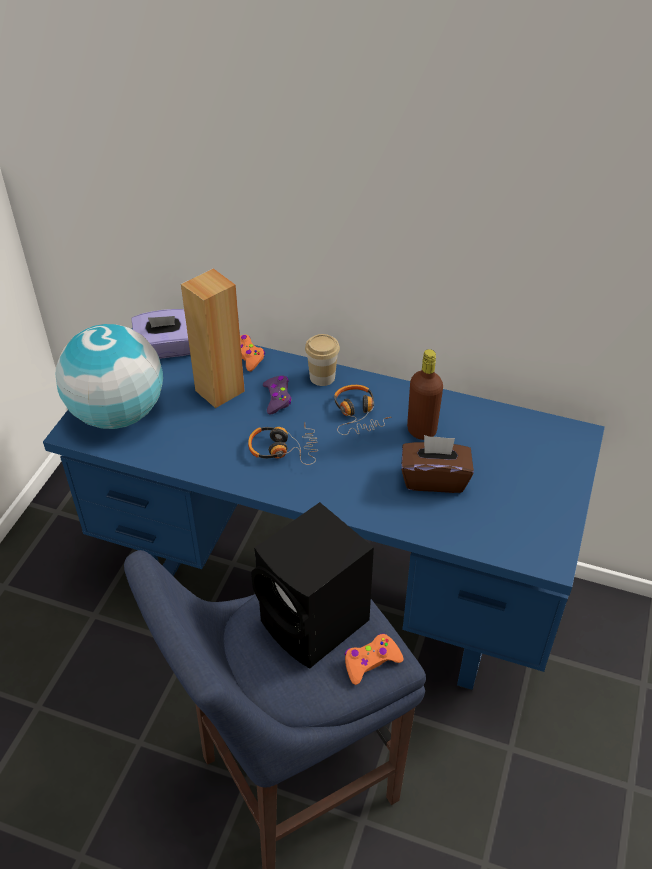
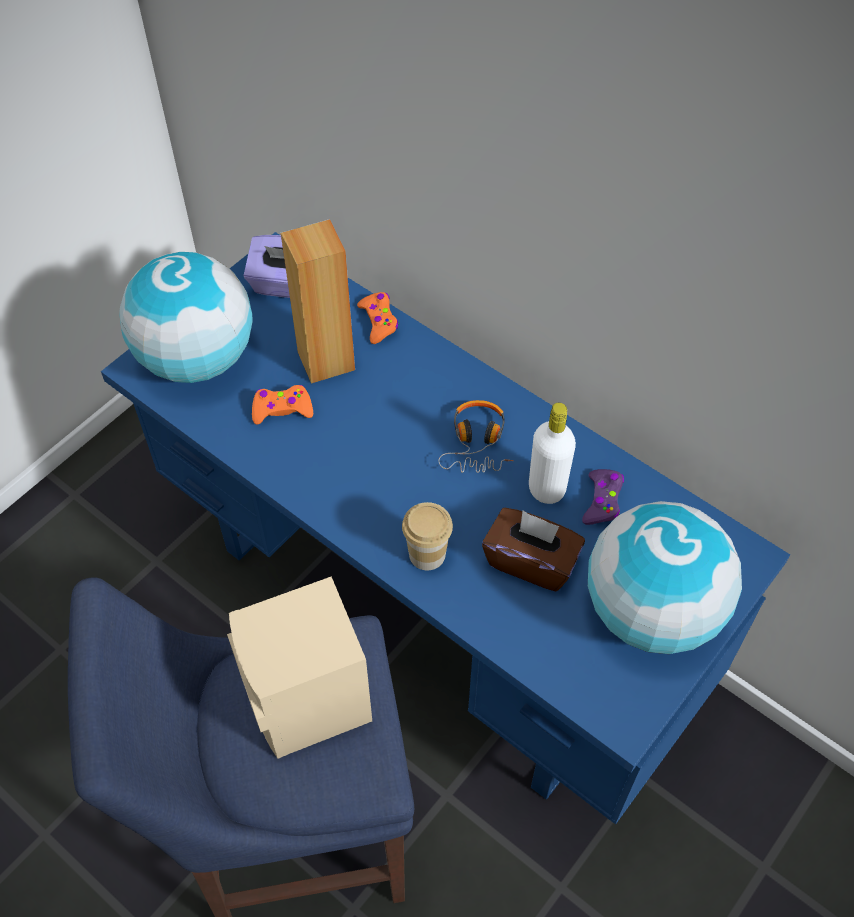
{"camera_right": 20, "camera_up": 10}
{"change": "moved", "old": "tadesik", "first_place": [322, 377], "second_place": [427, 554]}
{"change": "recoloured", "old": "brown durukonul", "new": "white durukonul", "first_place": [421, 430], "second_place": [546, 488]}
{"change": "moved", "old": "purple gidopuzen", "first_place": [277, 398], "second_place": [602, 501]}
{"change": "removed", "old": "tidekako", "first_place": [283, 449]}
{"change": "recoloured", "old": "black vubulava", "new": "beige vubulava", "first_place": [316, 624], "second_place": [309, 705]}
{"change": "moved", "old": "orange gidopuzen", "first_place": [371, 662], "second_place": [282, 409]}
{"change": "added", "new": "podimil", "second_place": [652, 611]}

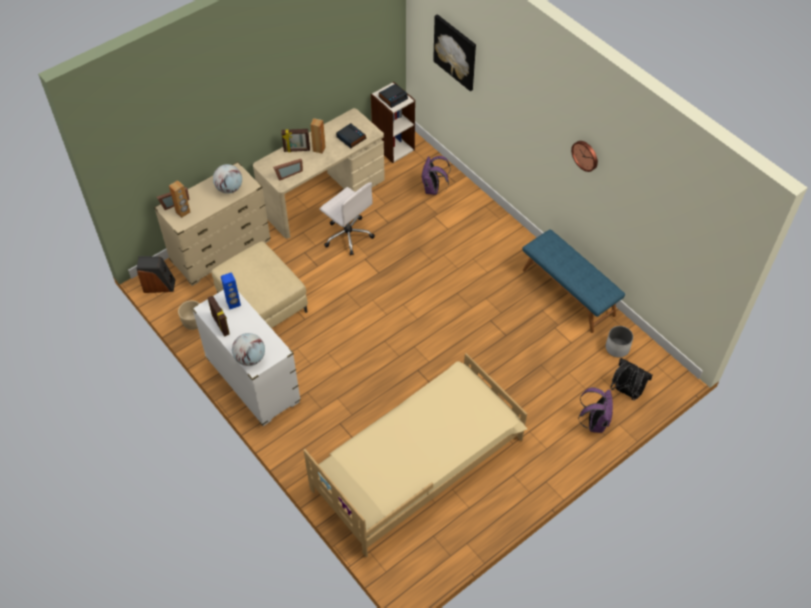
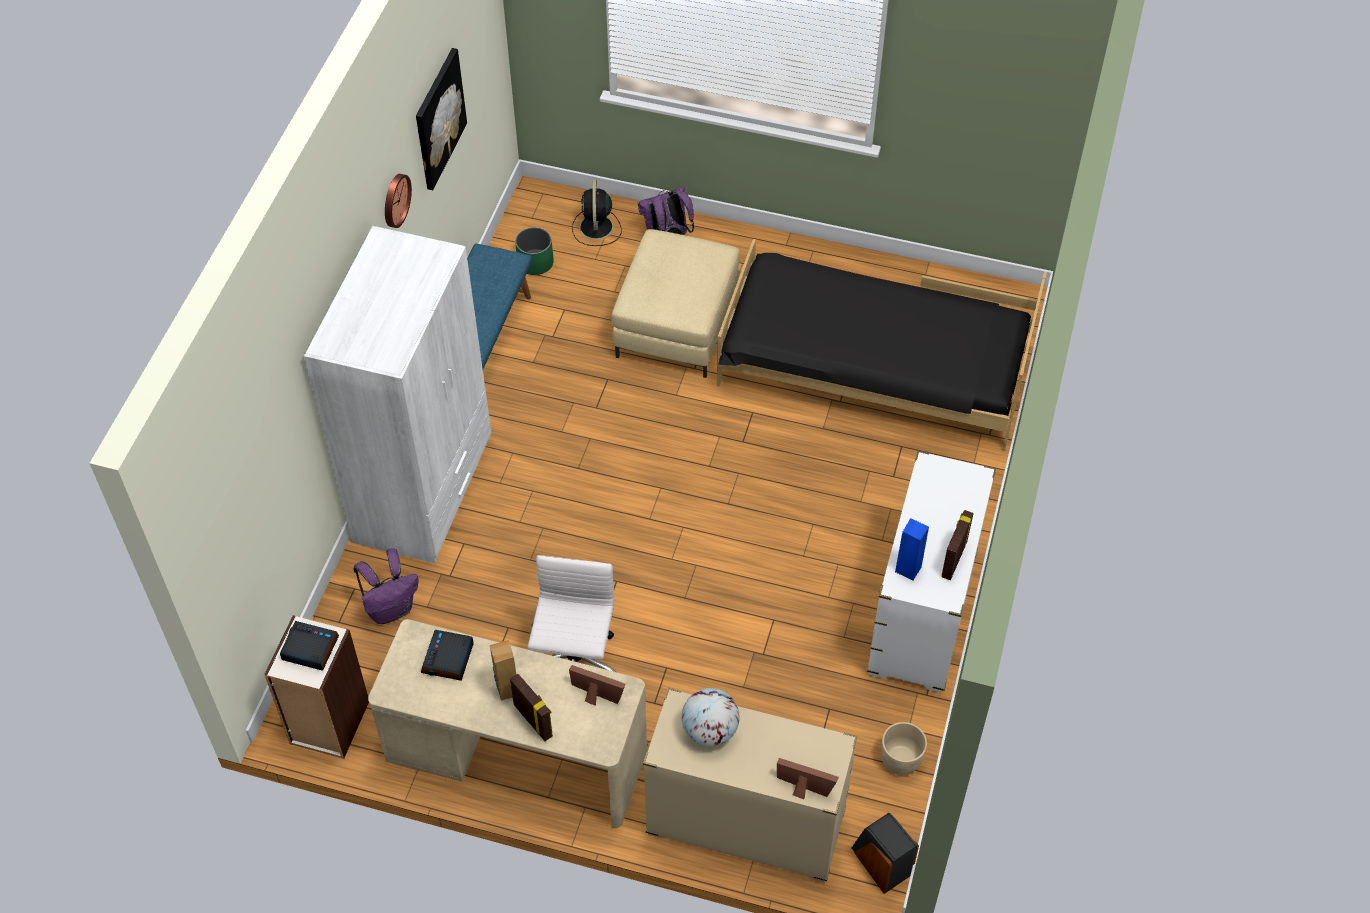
{"camera_right": -125, "camera_up": 0}
{"change": "moved", "old": "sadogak", "first_place": [455, 52], "second_place": [438, 118]}
{"change": "removed", "old": "brown vubulava", "first_place": [183, 212]}
{"change": "moved", "old": "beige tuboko", "first_place": [262, 304], "second_place": [677, 325]}
{"change": "recoloured", "old": "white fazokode", "new": "green fazokode", "first_place": [617, 348], "second_place": [535, 262]}
{"change": "removed", "old": "podimil", "first_place": [250, 358]}
{"change": "recoloured", "old": "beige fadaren", "new": "black fadaren", "first_place": [417, 462], "second_place": [871, 368]}
{"change": "replaced", "old": "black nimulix", "new": "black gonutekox", "first_place": [626, 391], "second_place": [596, 228]}
{"change": "added", "new": "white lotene", "second_place": [425, 489]}

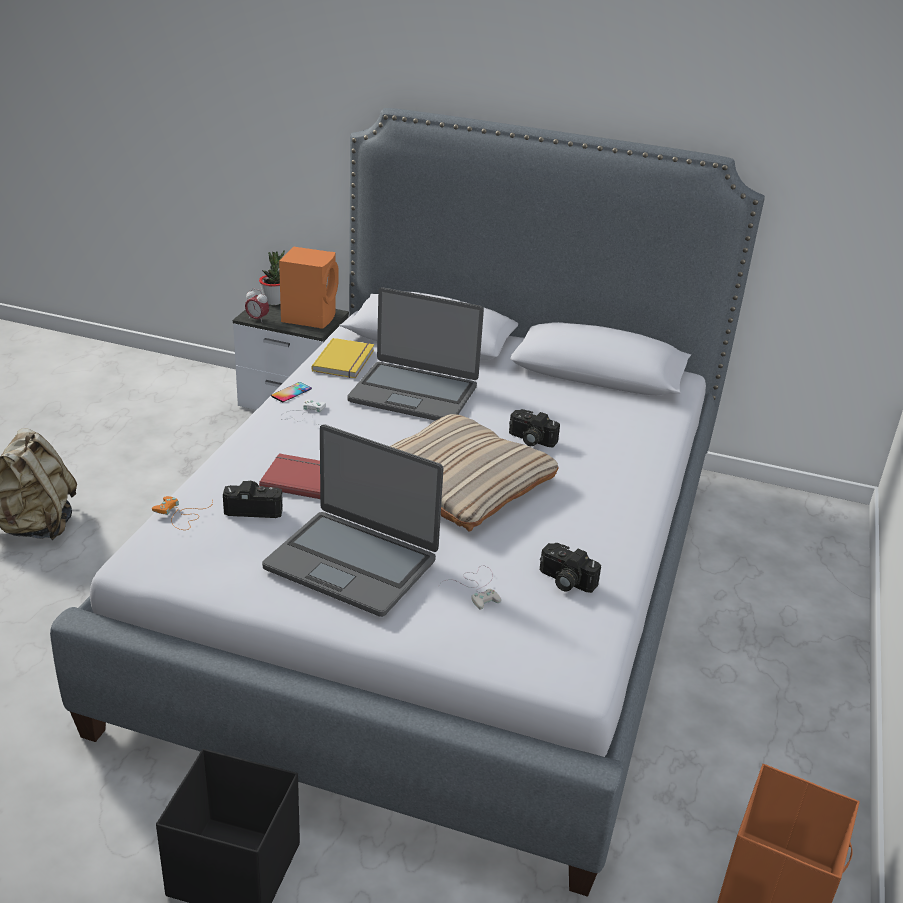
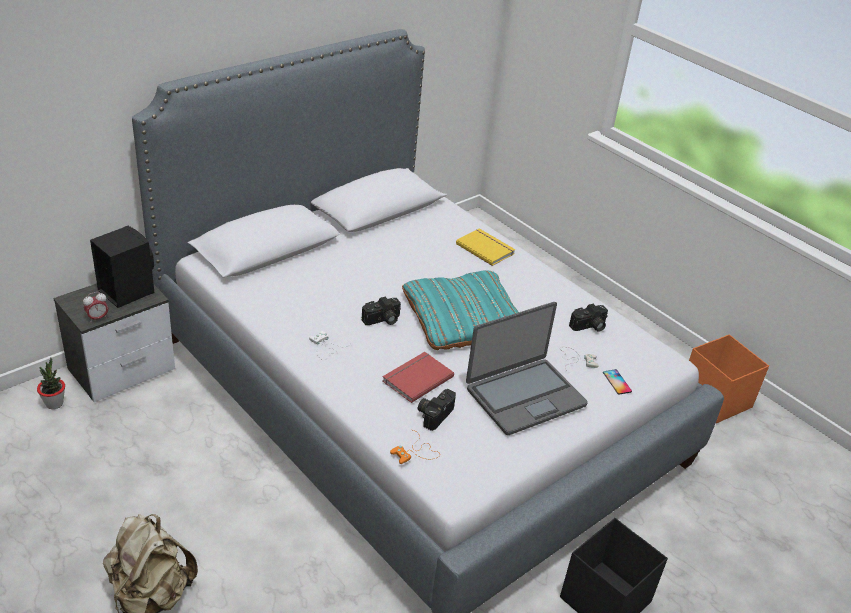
{"camera_right": -60, "camera_up": 5}
{"change": "recoloured", "old": "orange vubulava", "new": "black vubulava", "first_place": [310, 317], "second_place": [126, 290]}
{"change": "moved", "old": "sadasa", "first_place": [273, 301], "second_place": [54, 403]}
{"change": "removed", "old": "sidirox", "first_place": [414, 393]}
{"change": "moved", "old": "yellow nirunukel", "first_place": [345, 361], "second_place": [486, 248]}
{"change": "moved", "old": "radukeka", "first_place": [291, 392], "second_place": [617, 382]}
{"change": "moved", "old": "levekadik", "first_place": [530, 440], "second_place": [382, 320]}
{"change": "recoloured", "old": "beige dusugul", "new": "turquoise dusugul", "first_place": [460, 481], "second_place": [463, 317]}

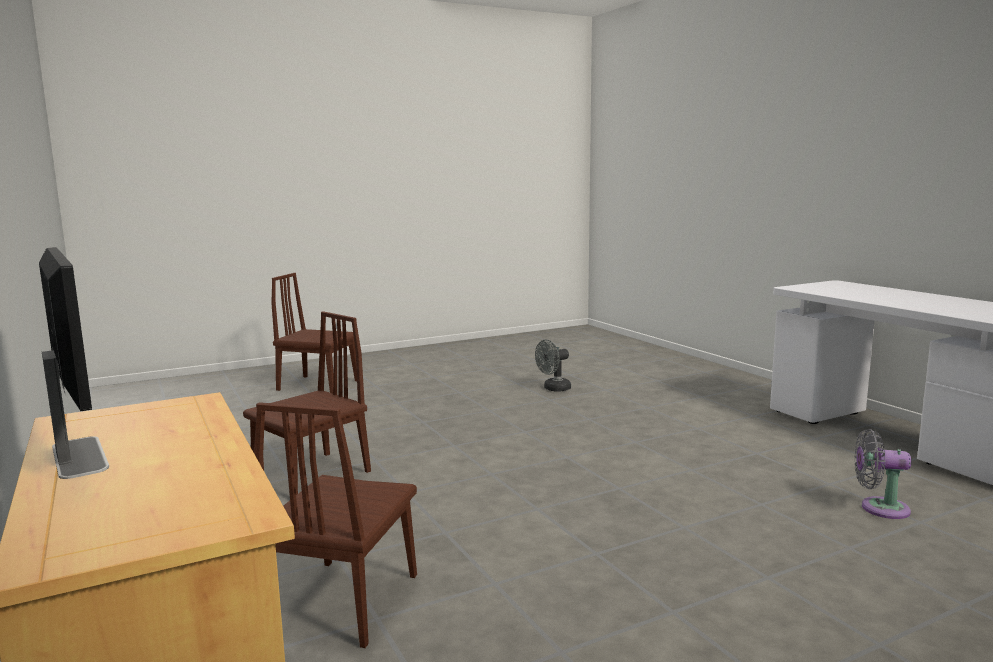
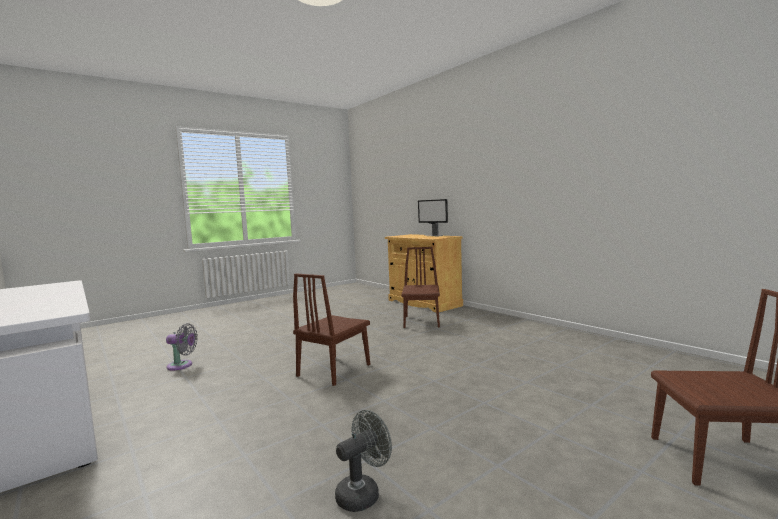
{"camera_right": 170, "camera_up": -5}
{"change": "moved", "old": "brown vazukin", "first_place": [311, 475], "second_place": [334, 370]}

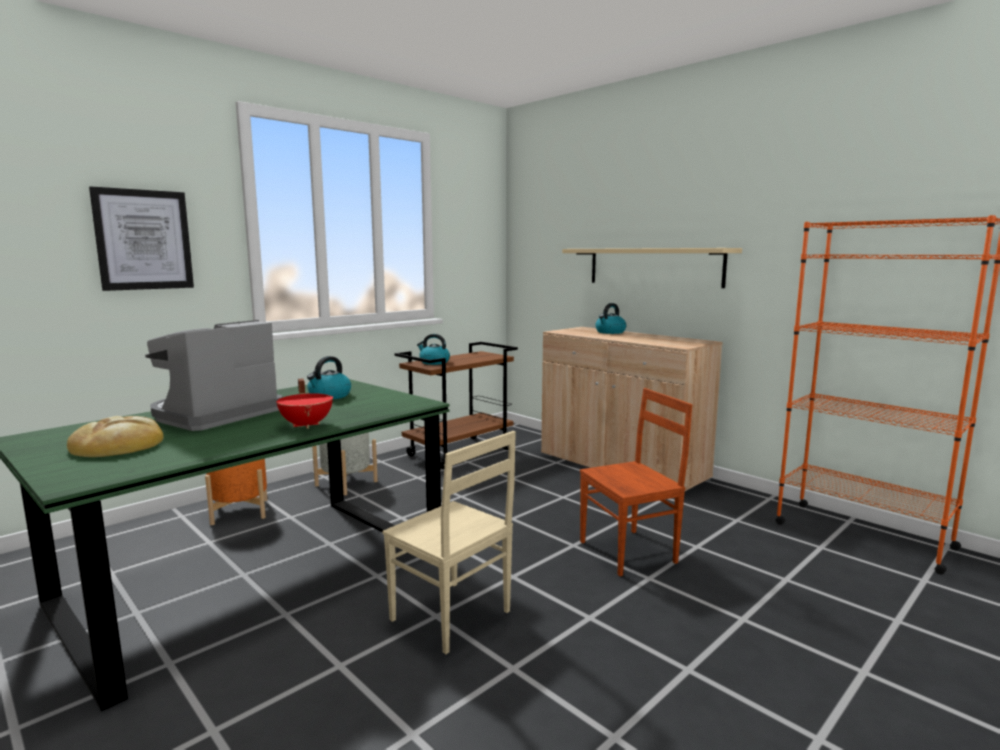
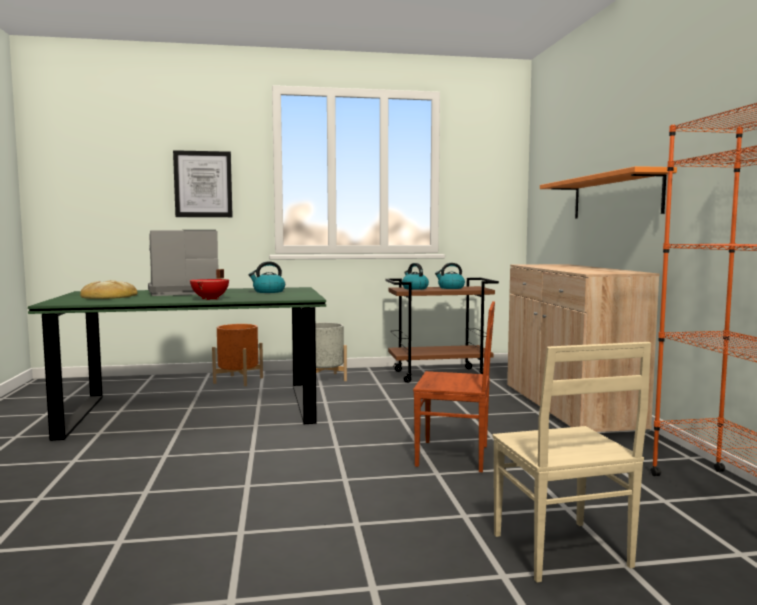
{"camera_right": 35, "camera_up": -5}
{"change": "recoloured", "old": "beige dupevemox", "new": "orange dupevemox", "first_place": [653, 267], "second_place": [615, 197]}
{"change": "moved", "old": "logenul", "first_place": [610, 332], "second_place": [450, 288]}
{"change": "moved", "old": "beige vazukin", "first_place": [450, 617], "second_place": [560, 552]}

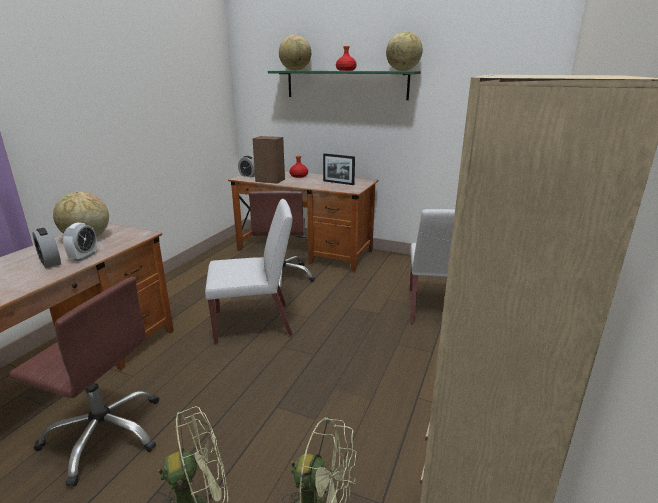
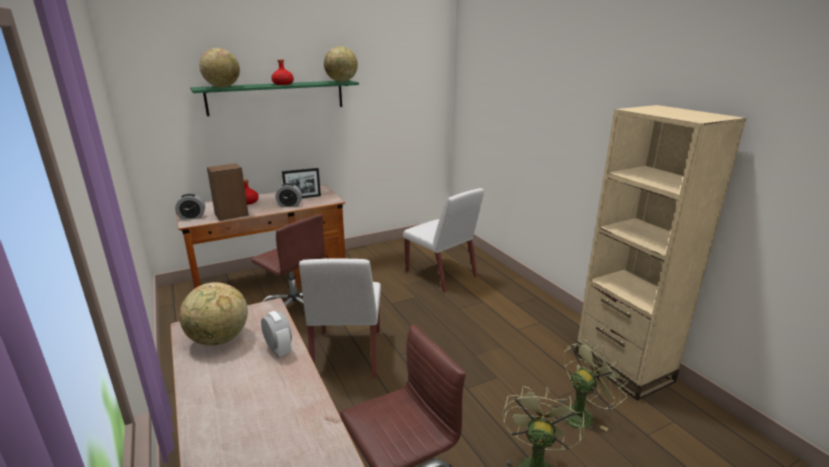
{"camera_right": -50, "camera_up": 0}
{"change": "turned", "old": "white vazukin", "first_place": [254, 323], "second_place": [347, 354], "degrees": 150}
{"change": "moved", "old": "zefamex", "first_place": [50, 262], "second_place": [289, 205]}

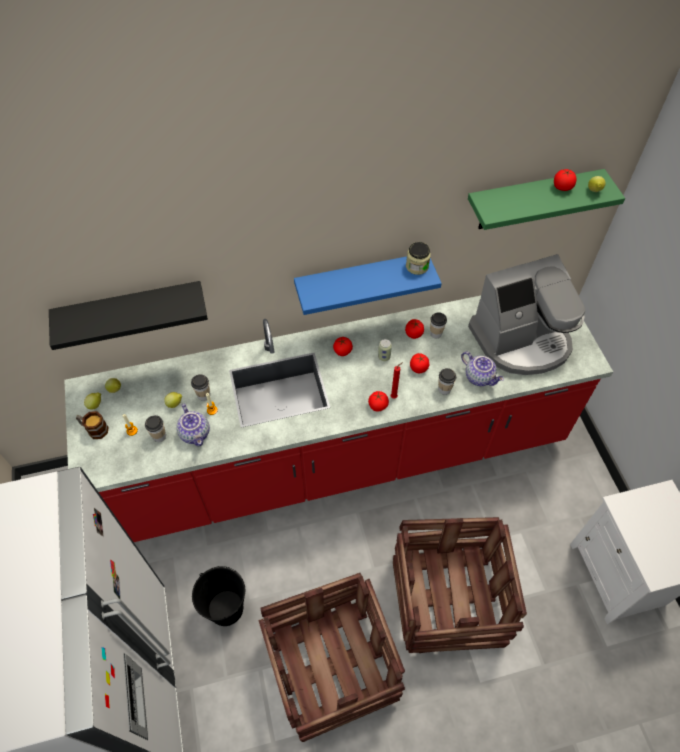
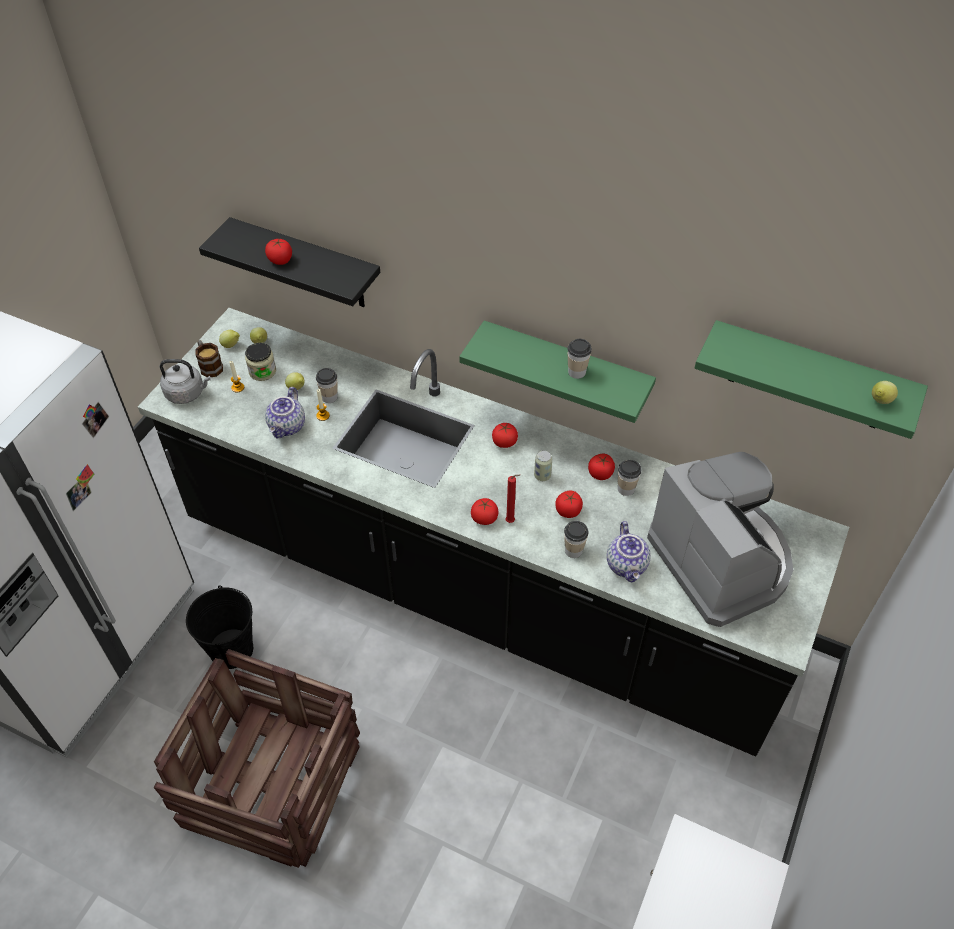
{"camera_right": 40, "camera_up": -5}
{"change": "moved", "old": "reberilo", "first_place": [562, 187], "second_place": [280, 260]}
{"change": "moved", "old": "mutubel", "first_place": [417, 266], "second_place": [262, 371]}
{"change": "turned", "old": "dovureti", "first_place": [521, 340], "second_place": [721, 561], "degrees": -135}
{"change": "recoloured", "old": "blue dupevemox", "new": "green dupevemox", "first_place": [361, 281], "second_place": [565, 370]}
{"change": "recoloured", "old": "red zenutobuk", "new": "black zenutobuk", "first_place": [340, 457], "second_place": [477, 589]}
{"change": "moved", "old": "tadesik", "first_place": [159, 436], "second_place": [577, 372]}
{"change": "removed", "old": "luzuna", "first_place": [448, 599]}
{"change": "added", "new": "grey logenul", "second_place": [187, 393]}

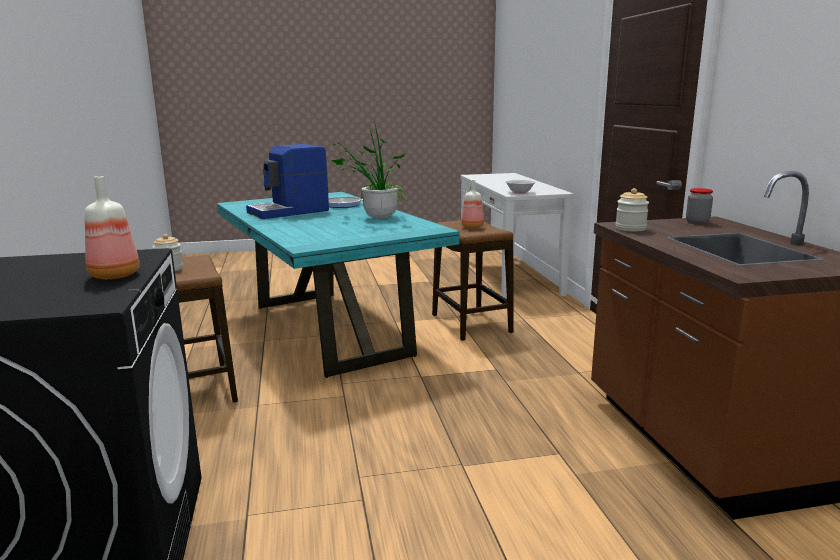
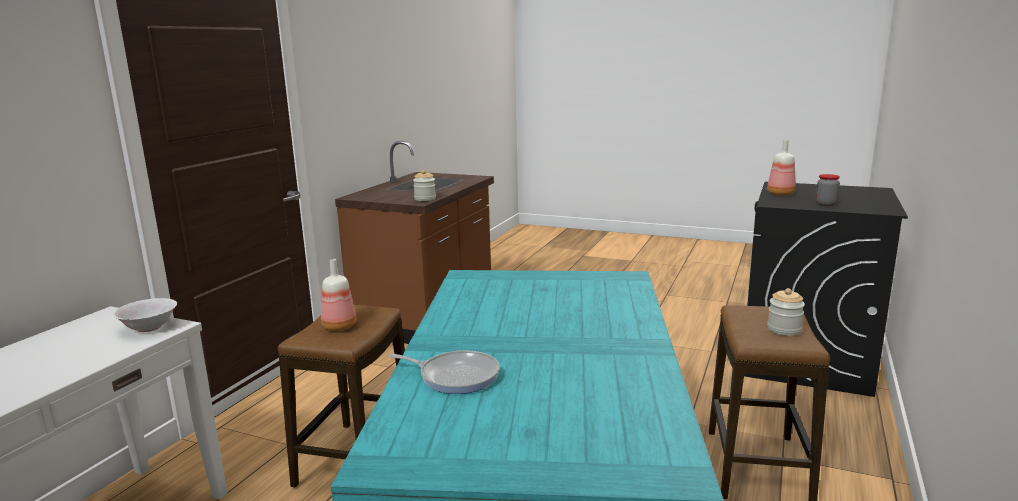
{"camera_right": -145, "camera_up": 0}
{"change": "removed", "old": "sadasa", "first_place": [374, 217]}
{"change": "removed", "old": "dovureti", "first_place": [289, 212]}
{"change": "moved", "old": "mutubel", "first_place": [697, 222], "second_place": [826, 204]}

